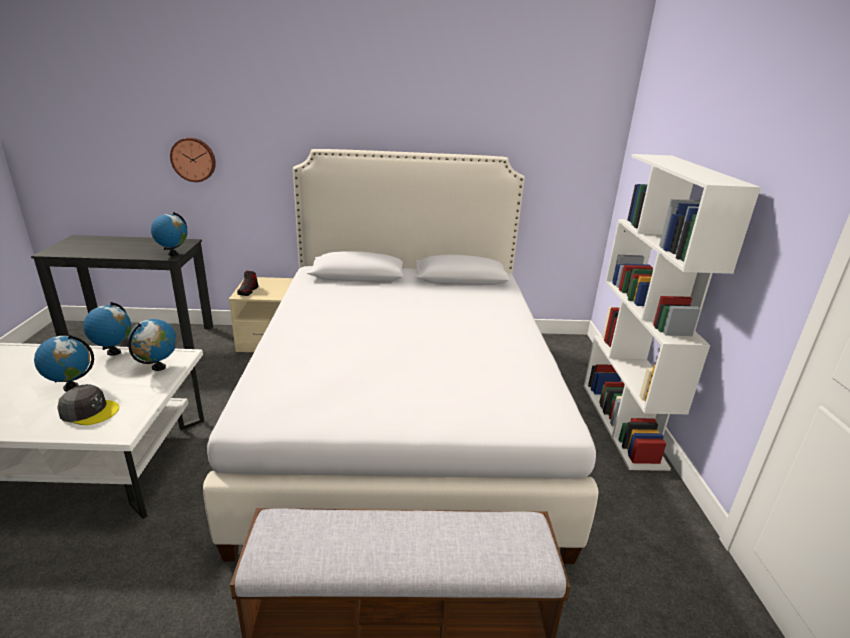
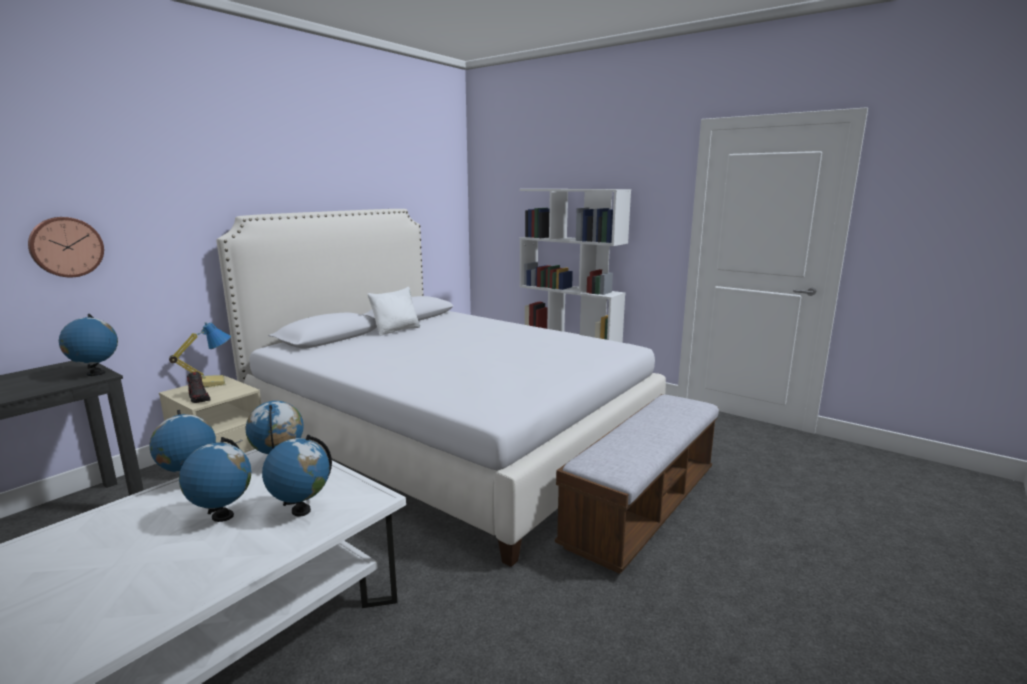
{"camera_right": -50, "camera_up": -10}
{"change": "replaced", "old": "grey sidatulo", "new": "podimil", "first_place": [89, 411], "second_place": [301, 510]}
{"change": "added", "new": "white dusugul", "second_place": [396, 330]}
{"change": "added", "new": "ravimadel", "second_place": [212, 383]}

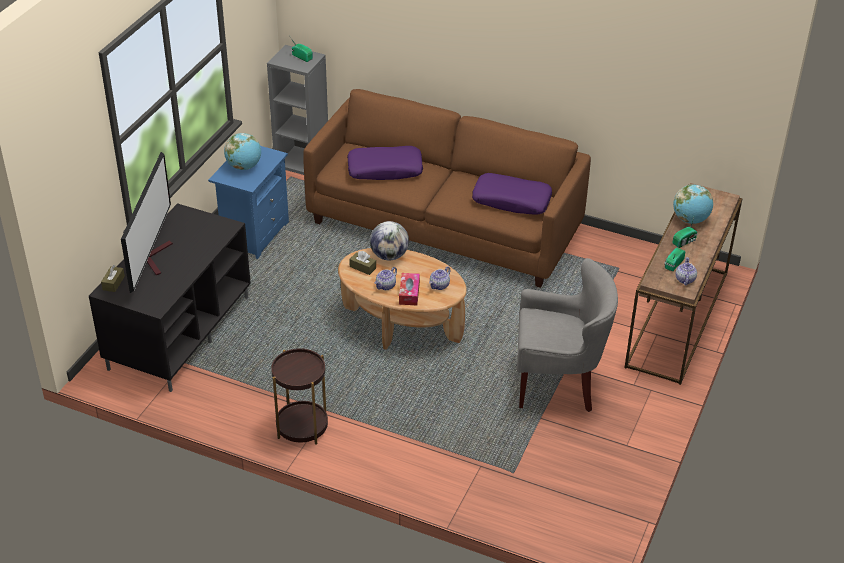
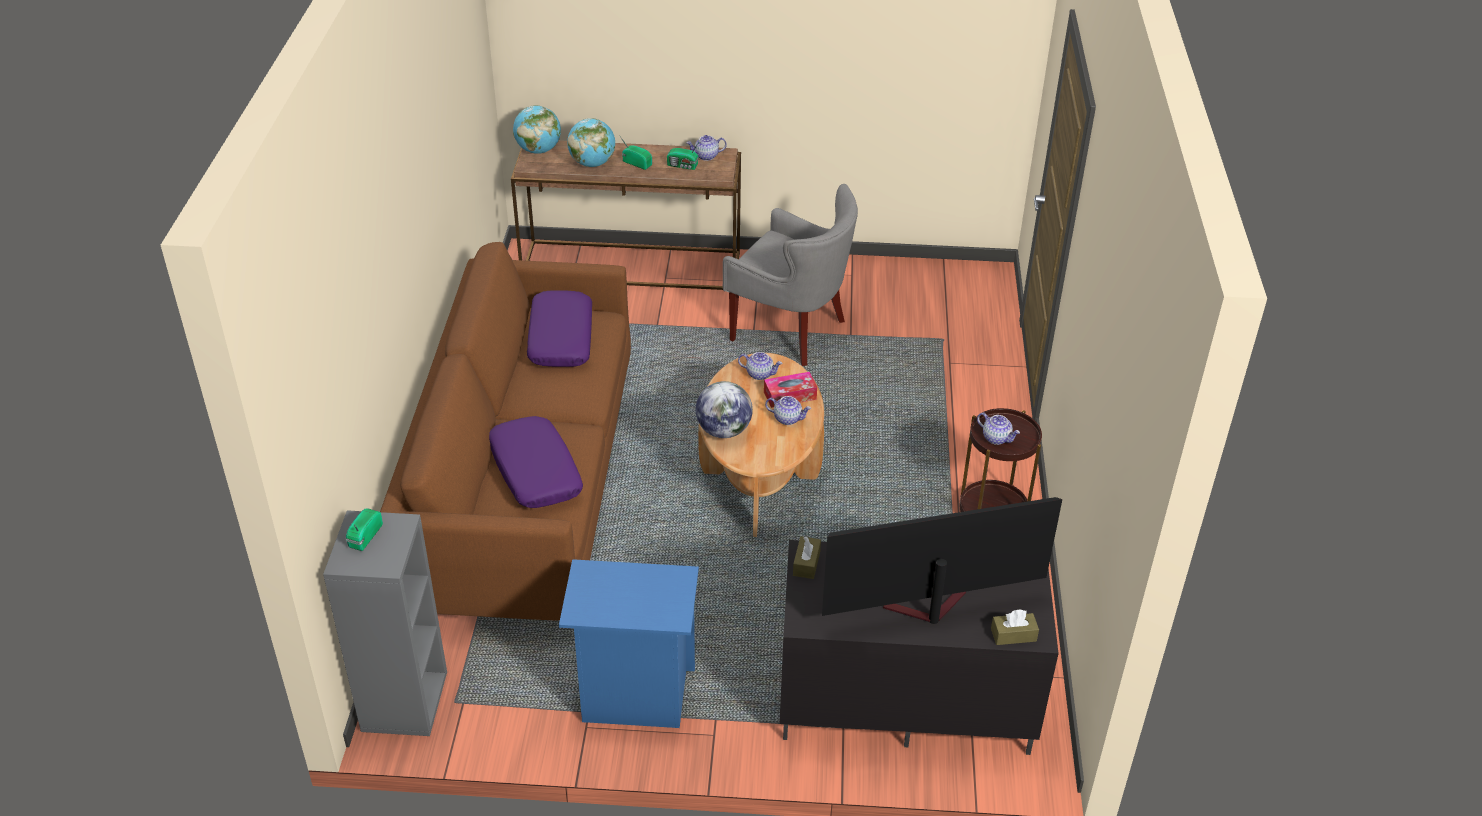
{"camera_right": -110, "camera_up": 0}
{"change": "moved", "old": "podimil", "first_place": [244, 167], "second_place": [538, 150]}
{"change": "moved", "old": "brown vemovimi", "first_place": [363, 267], "second_place": [806, 563]}
{"change": "turned", "old": "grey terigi", "first_place": [558, 384], "second_place": [790, 332], "degrees": 135}
{"change": "added", "new": "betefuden", "second_place": [996, 438]}

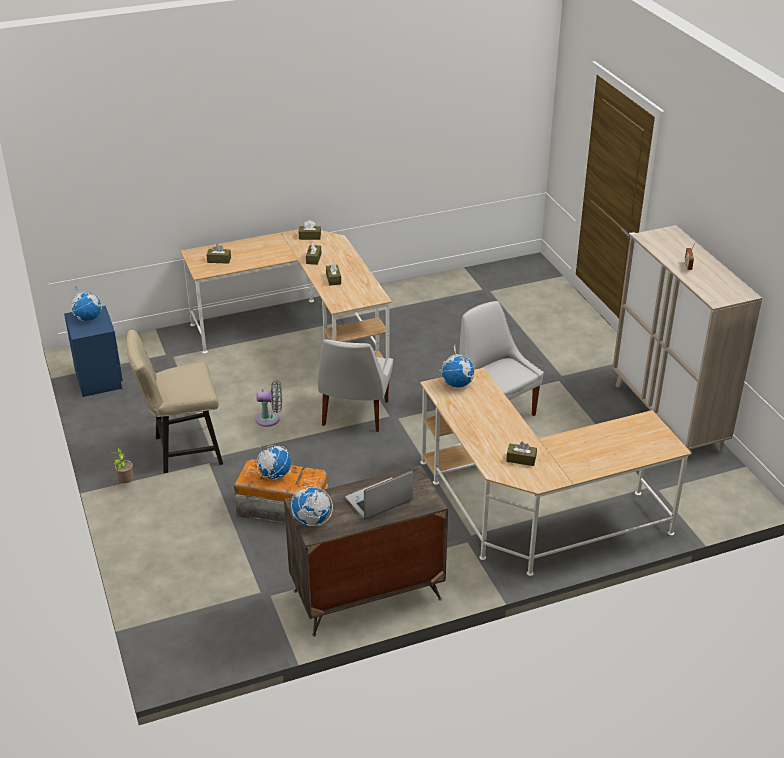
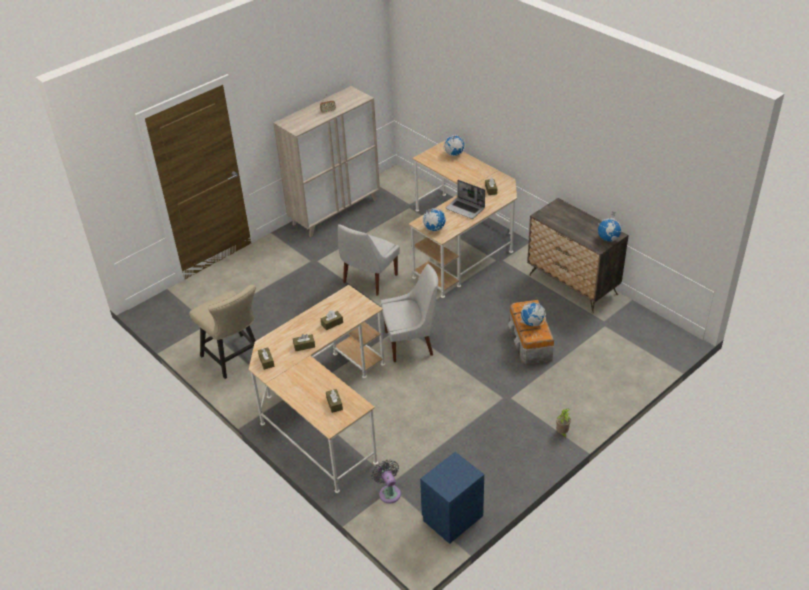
{"camera_right": -110, "camera_up": 5}
{"change": "moved", "old": "podimil", "first_place": [88, 318], "second_place": [454, 154]}
{"change": "moved", "old": "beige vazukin", "first_place": [182, 451], "second_place": [234, 359]}
{"change": "moved", "old": "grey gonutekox", "first_place": [270, 419], "second_place": [389, 492]}
{"change": "moved", "old": "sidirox", "first_place": [378, 501], "second_place": [465, 209]}

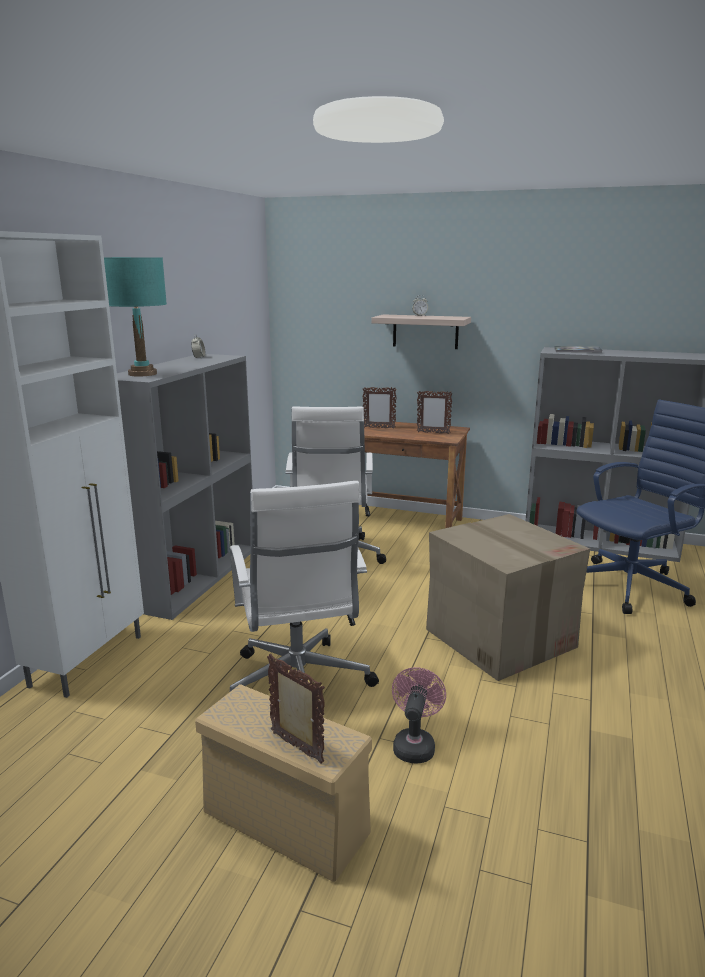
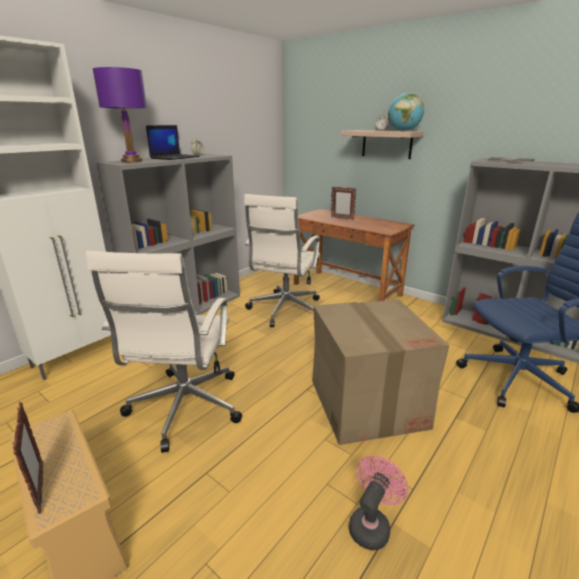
{"camera_right": 20, "camera_up": 5}
{"change": "recoloured", "old": "turquoise ravimadel", "new": "purple ravimadel", "first_place": [142, 374], "second_place": [132, 161]}
{"change": "removed", "old": "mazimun", "first_place": [433, 433]}
{"change": "moved", "old": "pink gonutekox", "first_place": [414, 744], "second_place": [371, 524]}
{"change": "added", "new": "podimil", "second_place": [403, 131]}
{"change": "added", "new": "sidirox", "second_place": [175, 157]}

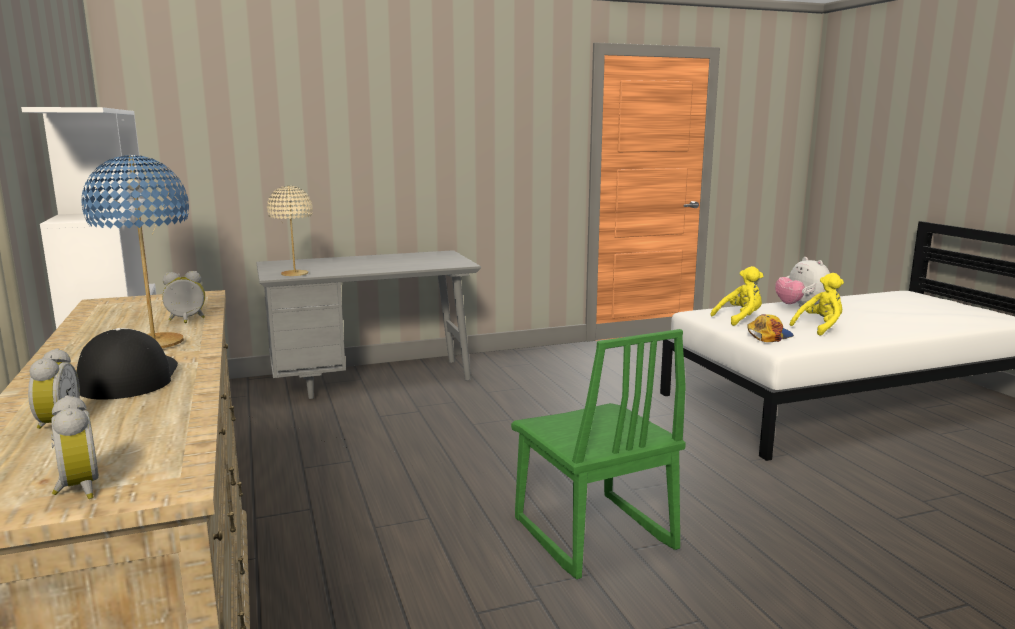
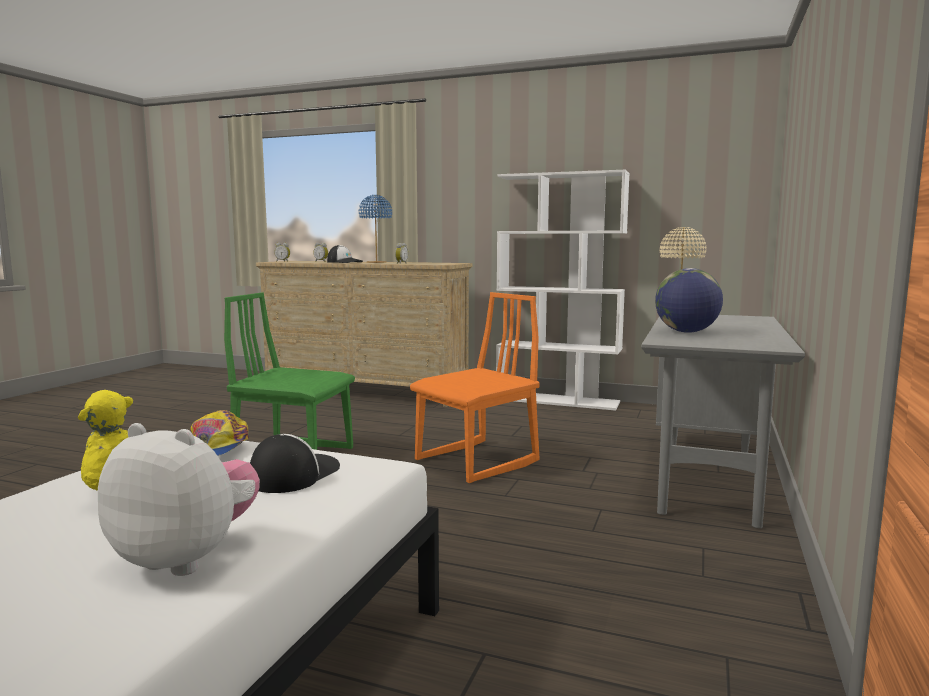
{"camera_right": 130, "camera_up": -5}
{"change": "replaced", "old": "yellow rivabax", "new": "sidatulo", "first_place": [740, 319], "second_place": [293, 474]}
{"change": "added", "new": "podimil", "second_place": [686, 332]}
{"change": "added", "new": "orange vazukin", "second_place": [477, 462]}

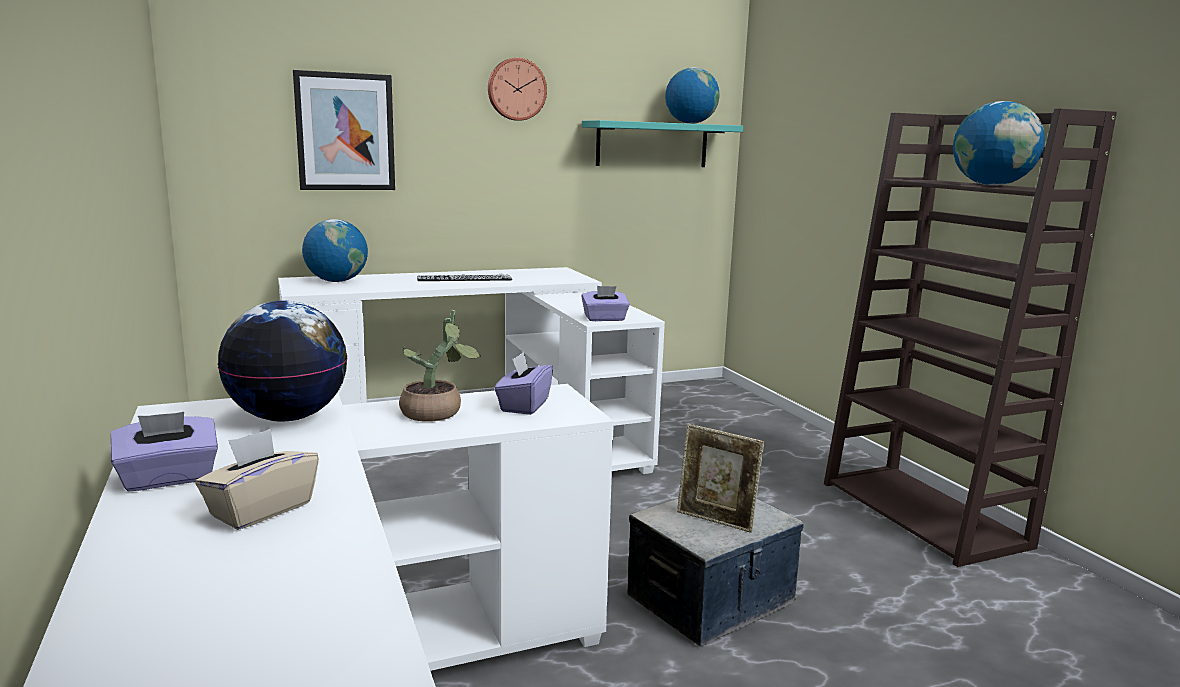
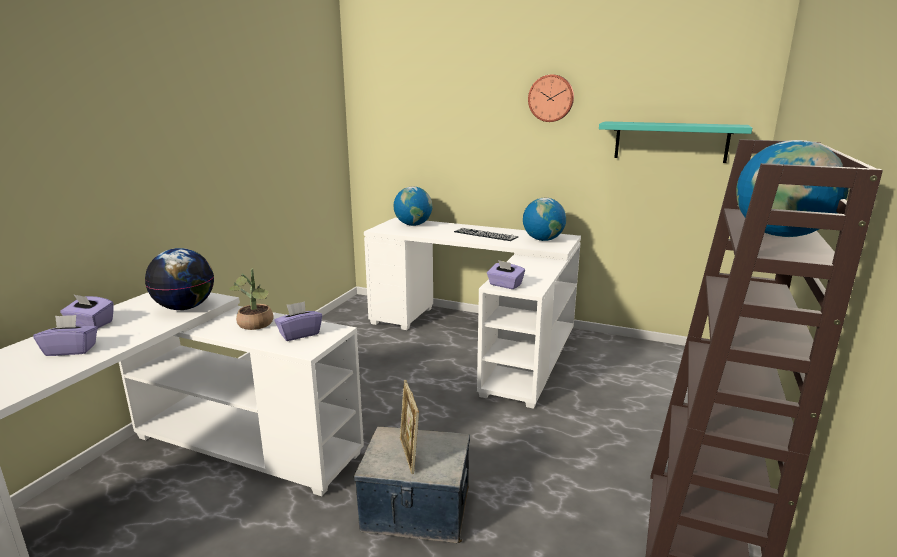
{"camera_right": 45, "camera_up": 5}
{"change": "moved", "old": "podimil", "first_place": [690, 123], "second_place": [543, 240]}
{"change": "removed", "old": "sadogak", "first_place": [345, 132]}
{"change": "recoloured", "old": "beige vemovimi", "new": "purple vemovimi", "first_place": [261, 510], "second_place": [71, 350]}

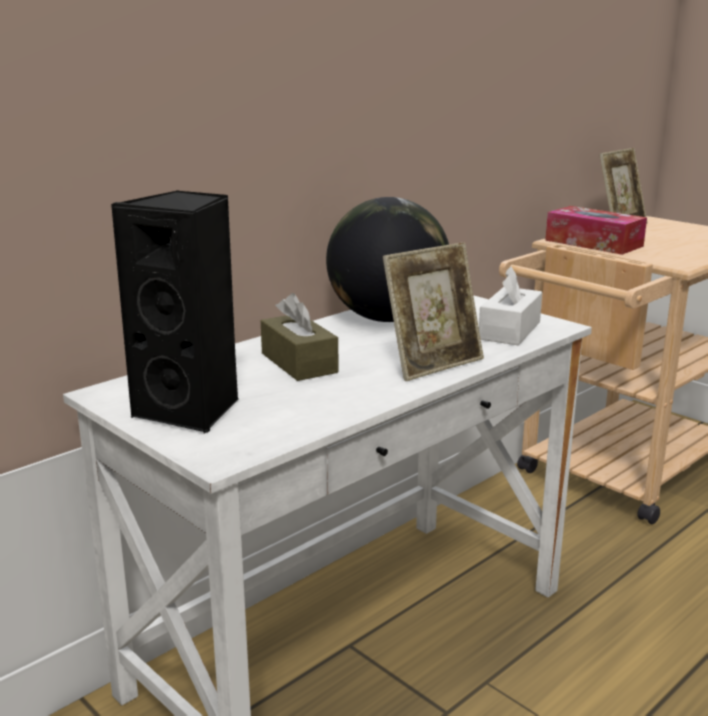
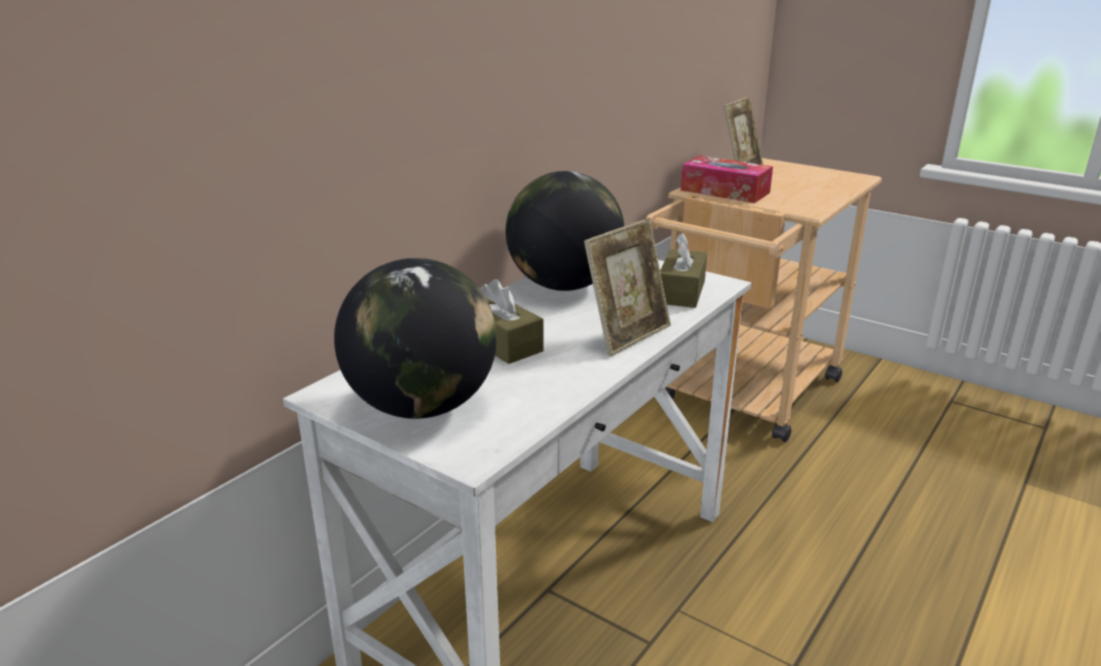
{"camera_right": -10, "camera_up": 5}
{"change": "replaced", "old": "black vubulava", "new": "podimil", "first_place": [192, 410], "second_place": [422, 407]}
{"change": "recoloured", "old": "white vemovimi", "new": "brown vemovimi", "first_place": [509, 330], "second_place": [681, 292]}

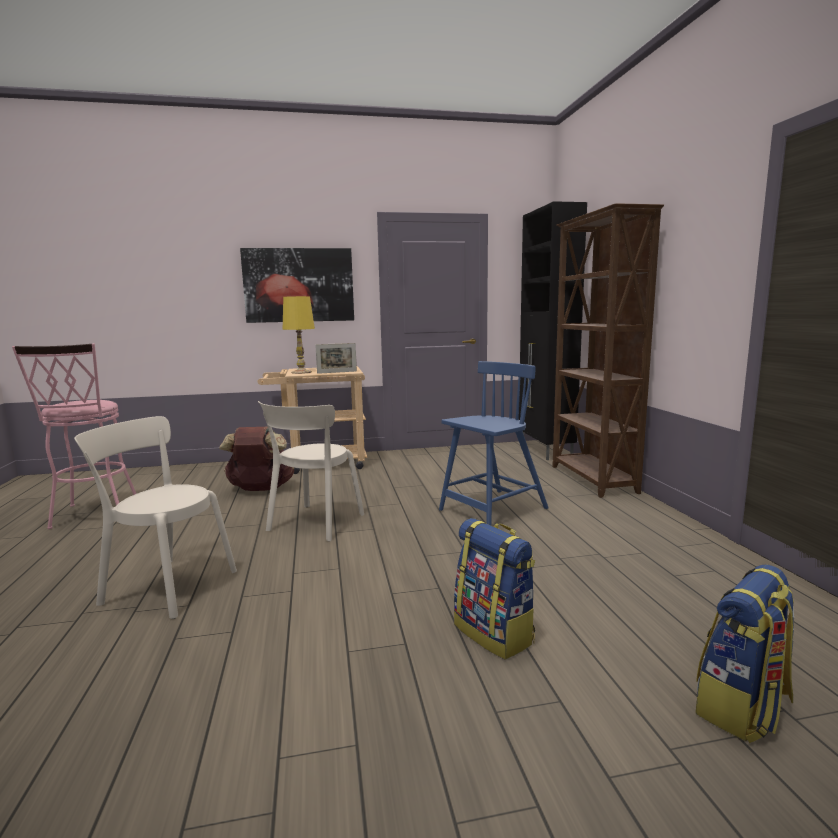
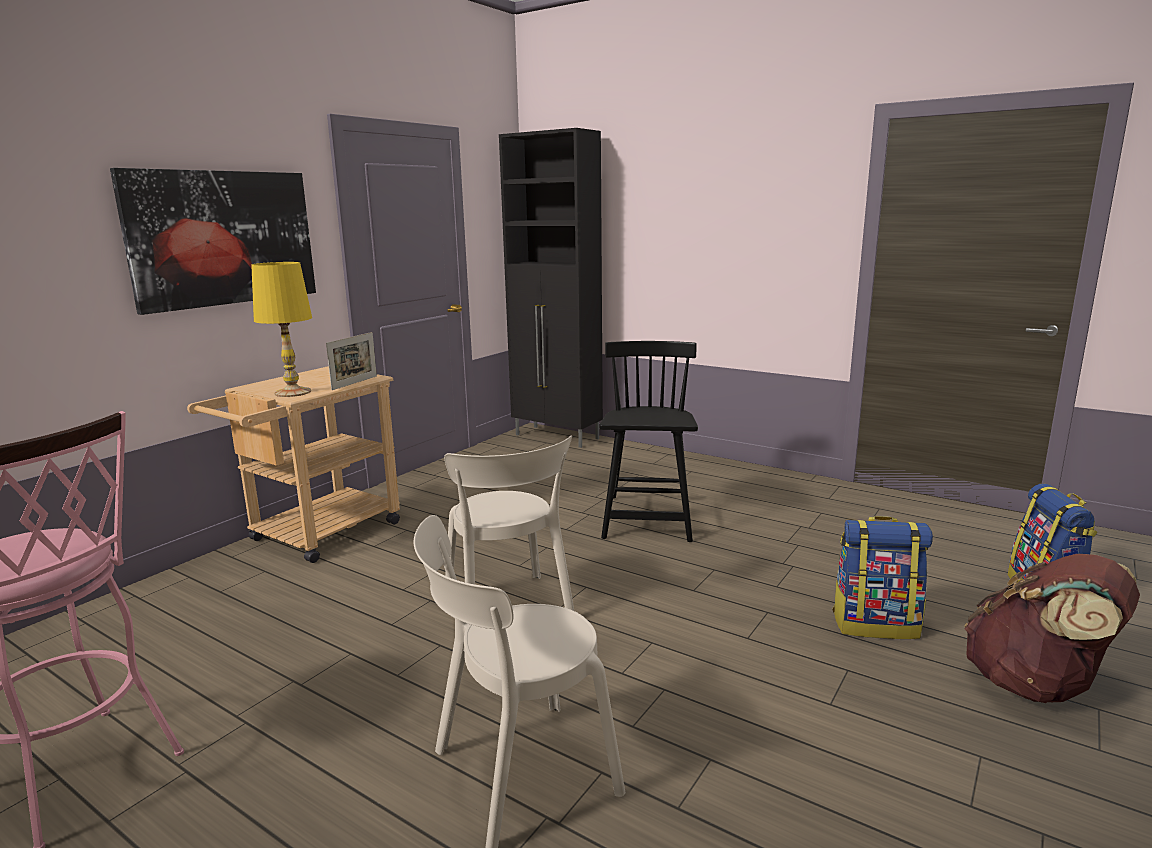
{"camera_right": -45, "camera_up": 5}
{"change": "removed", "old": "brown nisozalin", "first_place": [592, 479]}
{"change": "recoloured", "old": "blue vazukin", "new": "black vazukin", "first_place": [492, 510], "second_place": [648, 519]}
{"change": "moved", "old": "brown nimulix", "first_place": [260, 489], "second_place": [1036, 685]}

